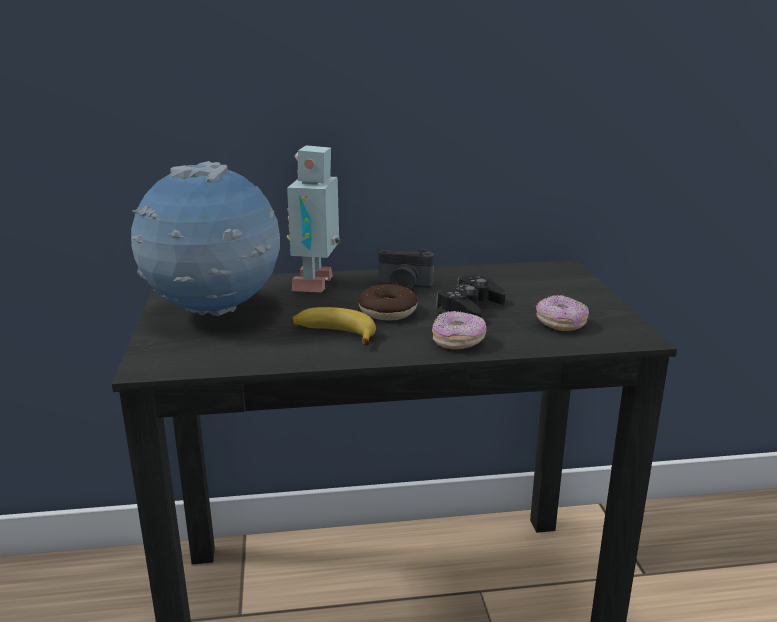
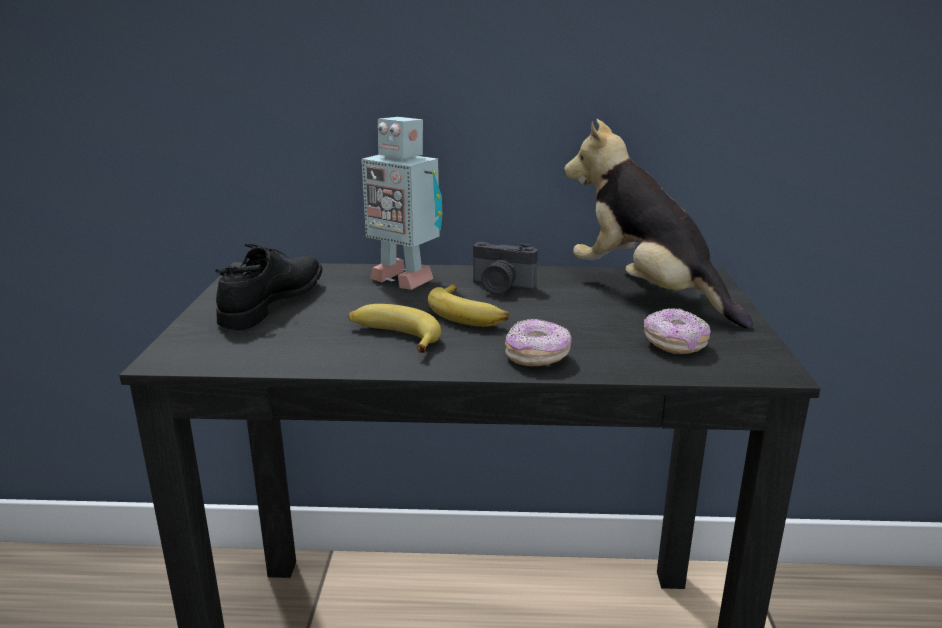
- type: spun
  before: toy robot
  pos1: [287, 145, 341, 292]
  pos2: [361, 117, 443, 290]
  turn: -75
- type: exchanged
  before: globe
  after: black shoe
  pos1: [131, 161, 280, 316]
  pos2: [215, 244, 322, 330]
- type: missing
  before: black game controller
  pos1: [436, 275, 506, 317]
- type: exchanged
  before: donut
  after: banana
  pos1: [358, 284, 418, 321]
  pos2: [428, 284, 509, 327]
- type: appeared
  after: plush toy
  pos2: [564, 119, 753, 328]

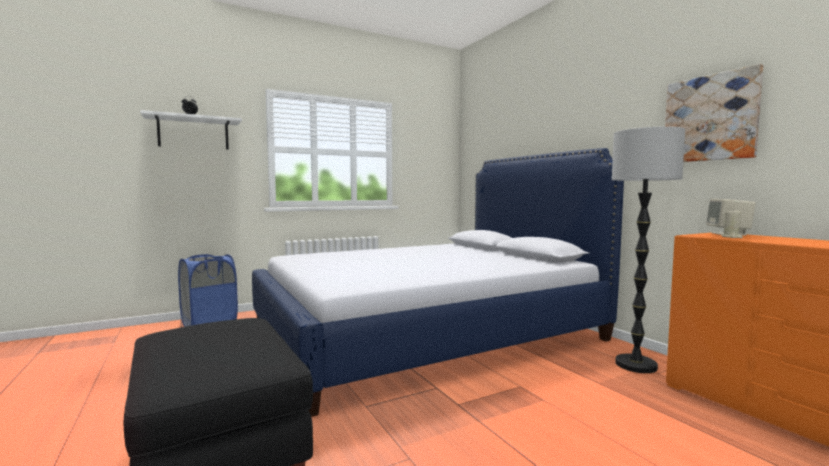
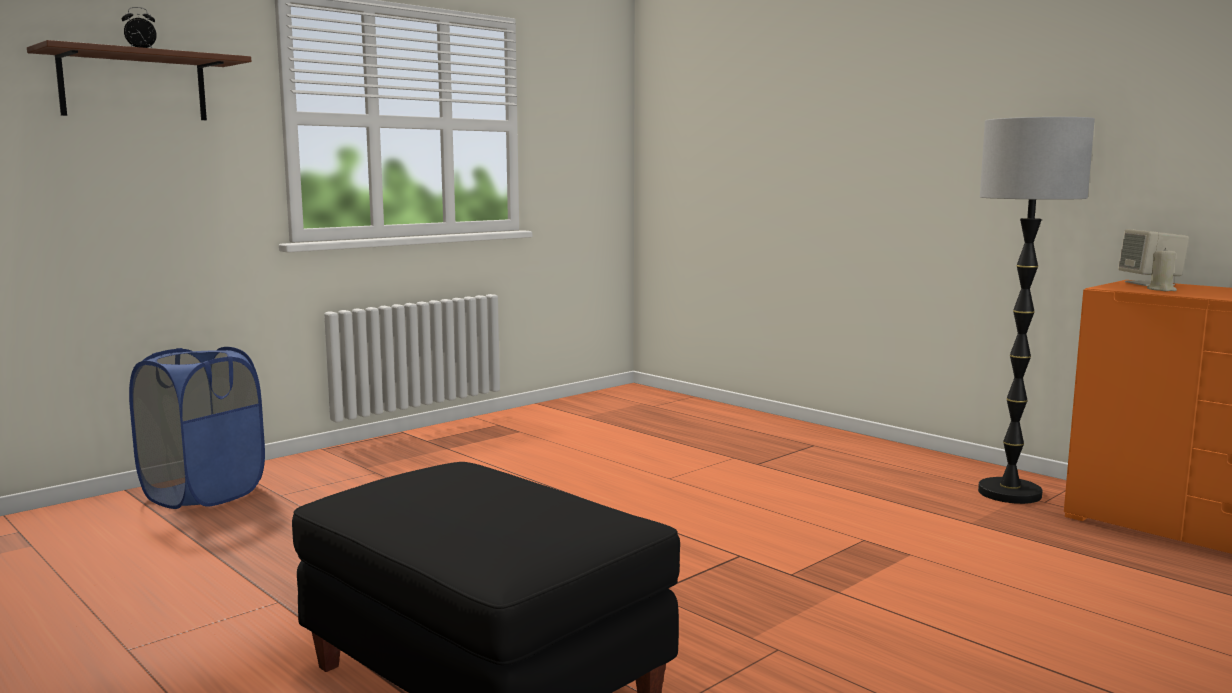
- type: missing
  before: picture
  pos1: [665, 64, 763, 162]
- type: colour
  before: white shelf
  after: brown shelf
  pos1: [140, 110, 242, 150]
  pos2: [27, 40, 251, 120]
- type: missing
  before: bed
  pos1: [252, 148, 624, 417]

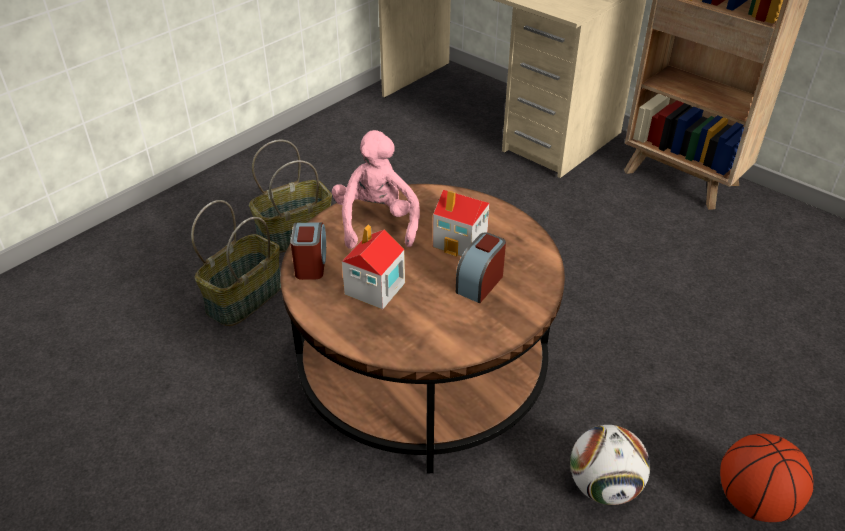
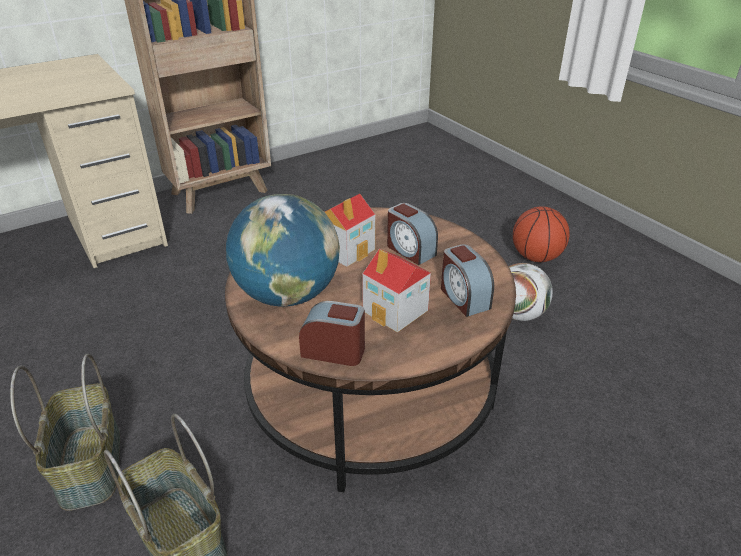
- type: exchanged
  before: pink plush toy
  after: globe
  pos1: [332, 130, 420, 249]
  pos2: [226, 194, 340, 307]
- type: appeared
  after: alarm clock
  pos2: [441, 244, 494, 317]

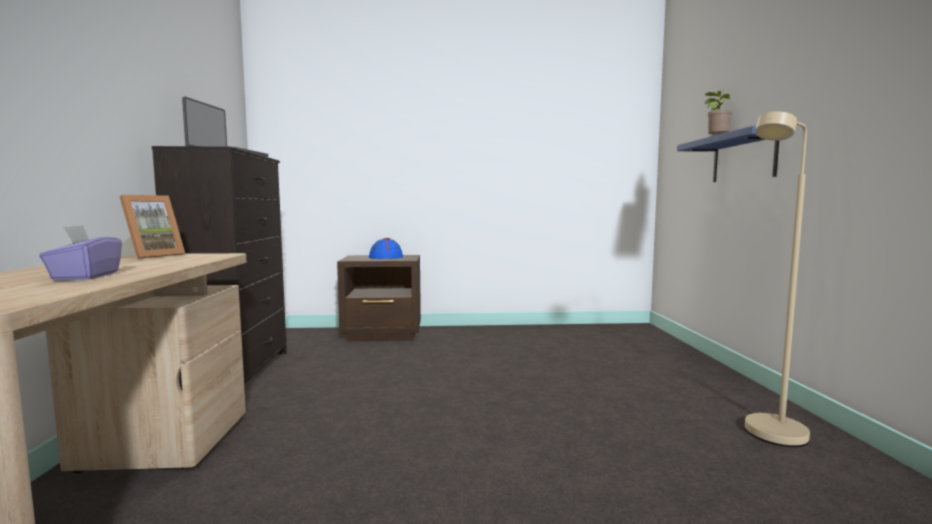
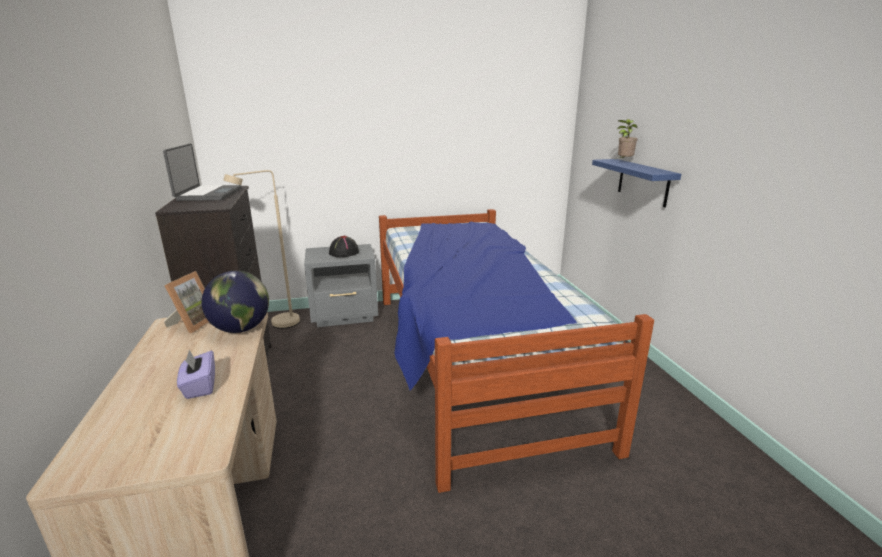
- type: relocated
  before: beige floor lamp
  pos1: [745, 111, 810, 447]
  pos2: [223, 170, 300, 329]
- type: colour
  before: blue hat
  after: black hat
  pos1: [369, 238, 403, 259]
  pos2: [329, 236, 359, 257]
- type: colour
  before: brown nightstand
  after: grey nightstand
  pos1: [337, 255, 421, 341]
  pos2: [304, 244, 378, 327]
- type: appeared
  after: bed
  pos2: [379, 209, 654, 493]
- type: appeared
  after: globe
  pos2: [201, 271, 269, 333]

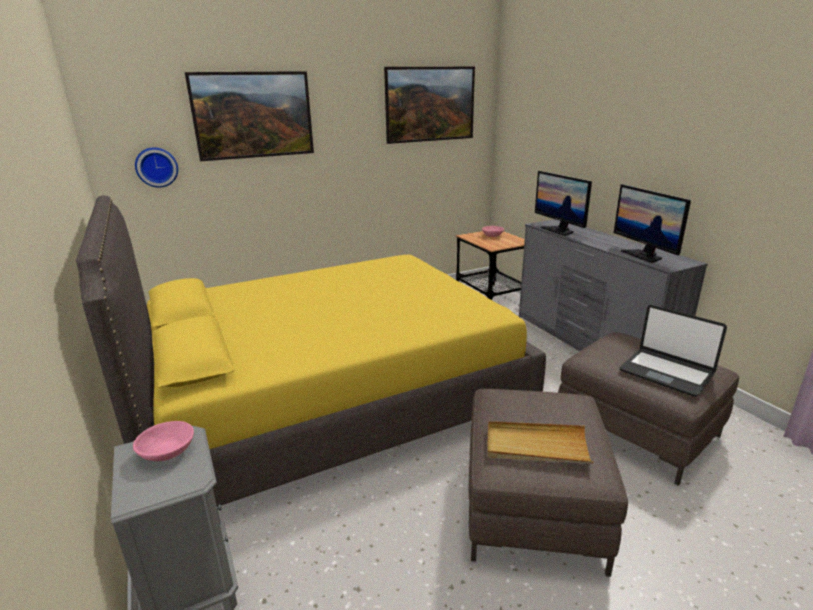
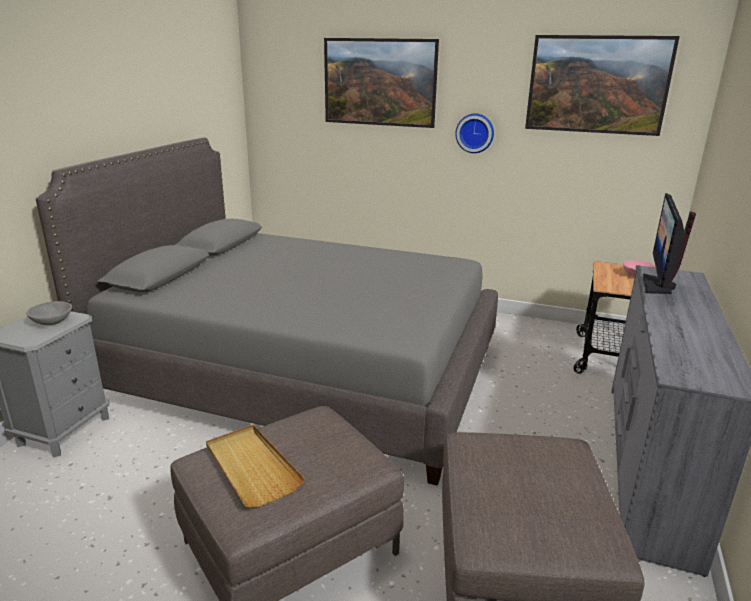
- type: relocated
  before: wall clock
  pos1: [135, 147, 178, 188]
  pos2: [456, 113, 494, 153]
- type: missing
  before: monitor
  pos1: [614, 184, 691, 263]
- type: colour
  before: yellow bed
  after: grey bed
  pos1: [76, 195, 546, 507]
  pos2: [36, 137, 498, 486]
- type: missing
  before: laptop
  pos1: [620, 305, 727, 397]
- type: colour
  before: pink bowl
  after: grey bowl
  pos1: [133, 421, 194, 461]
  pos2: [27, 301, 72, 325]

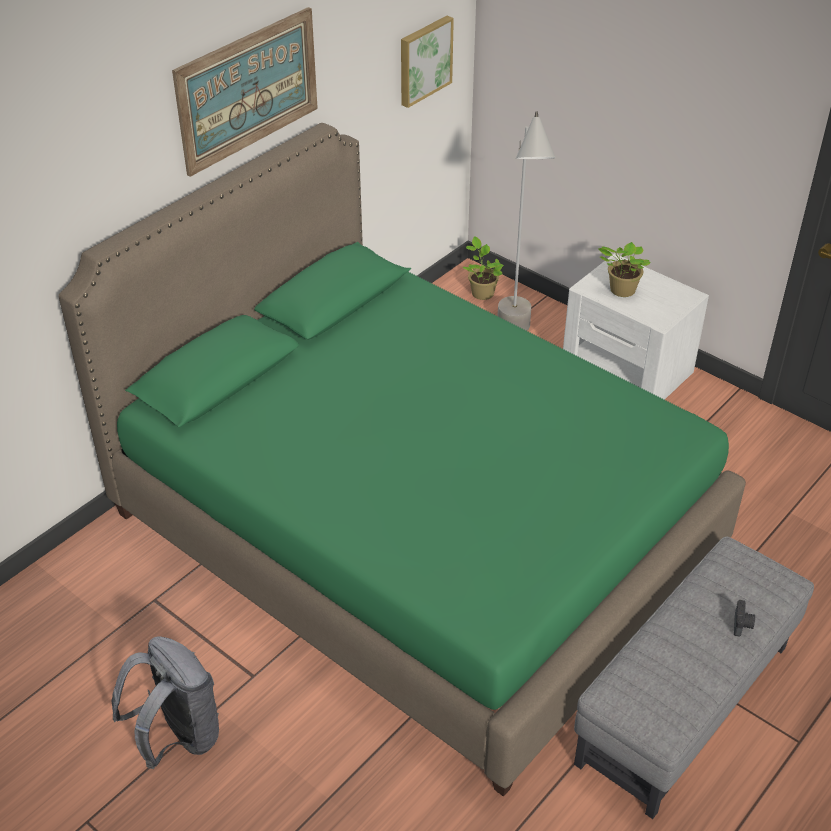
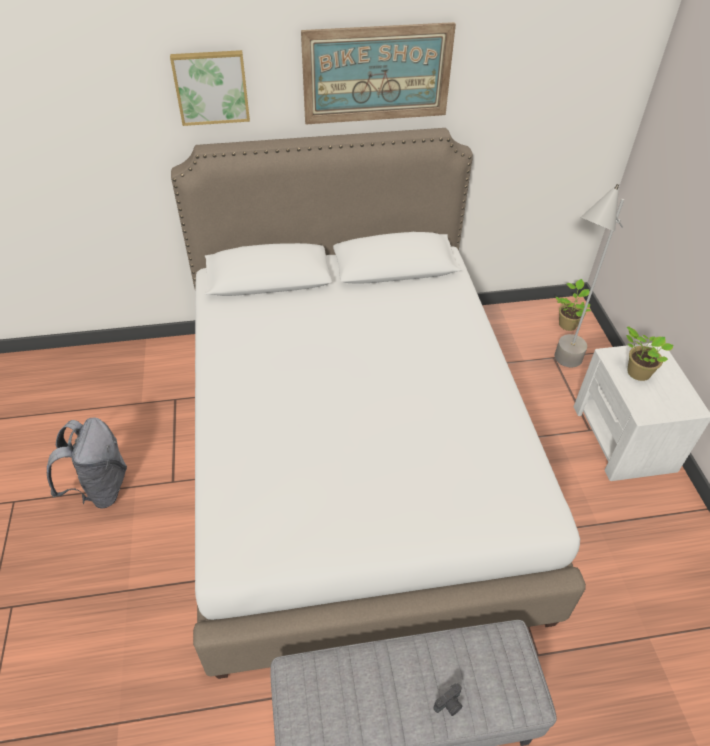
- type: relocated
  before: picture
  pos1: [401, 16, 454, 108]
  pos2: [170, 50, 250, 126]
- type: colour
  before: green bed
  after: white bed
  pos1: [59, 123, 746, 797]
  pos2: [171, 128, 586, 679]

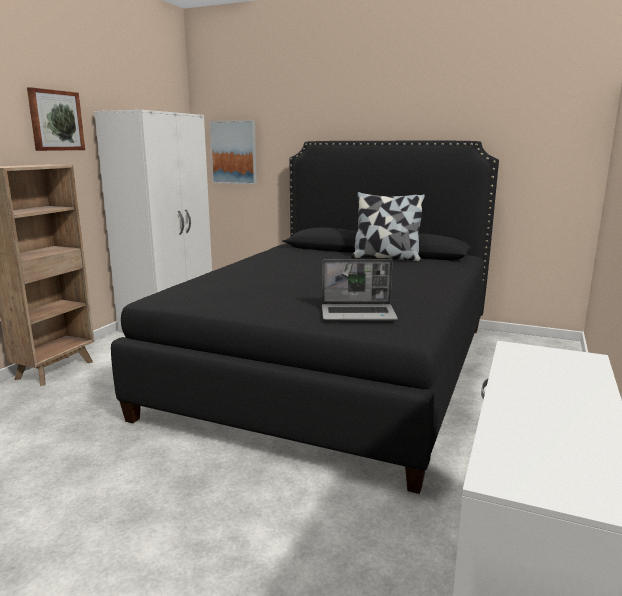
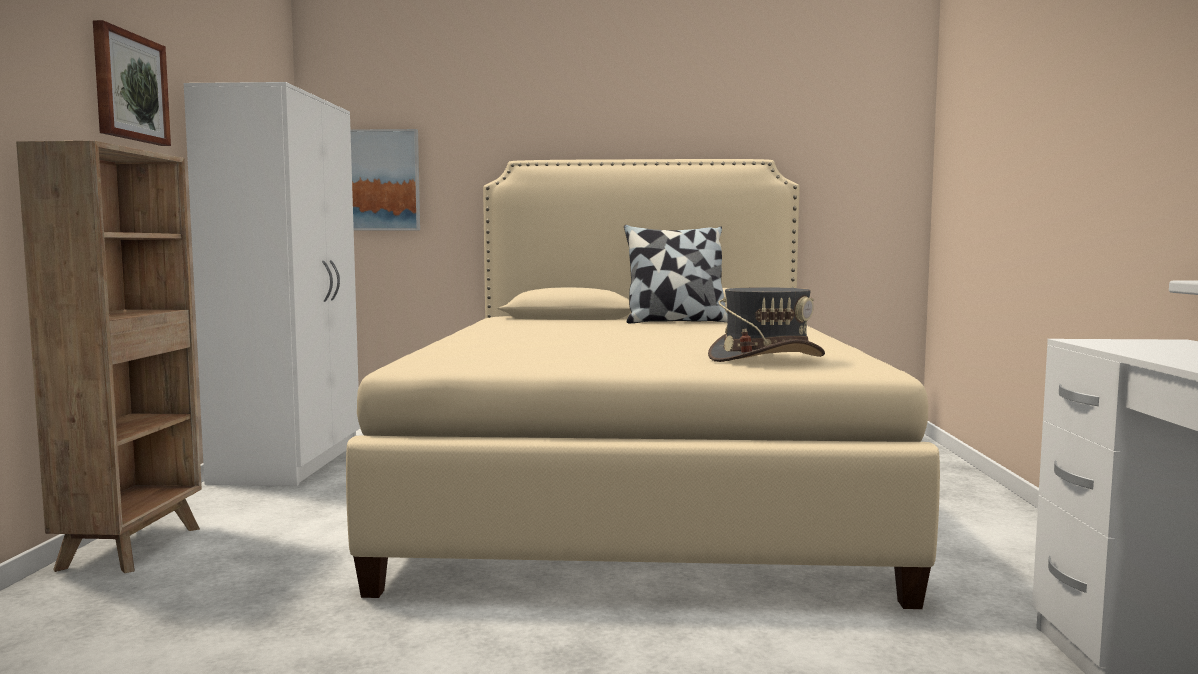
- type: colour
  before: black bed
  after: beige bed
  pos1: [111, 141, 499, 494]
  pos2: [346, 159, 940, 609]
- type: exchanged
  before: laptop
  after: grey hat
  pos1: [322, 259, 398, 321]
  pos2: [708, 287, 825, 362]

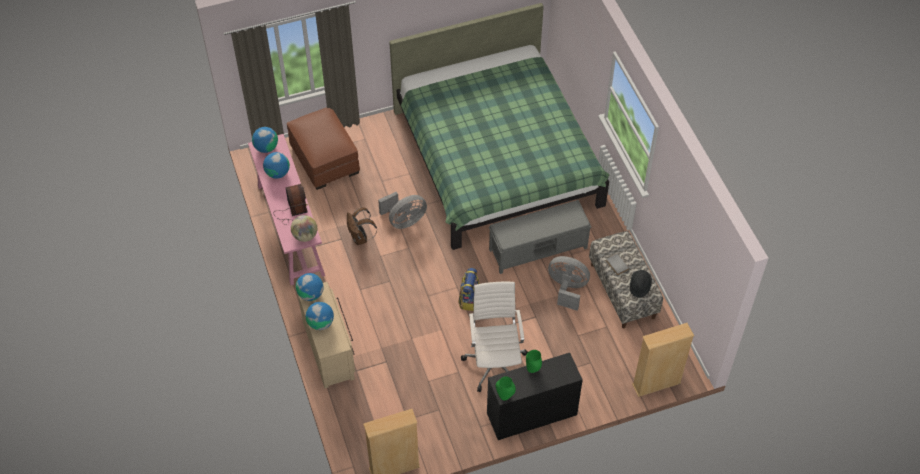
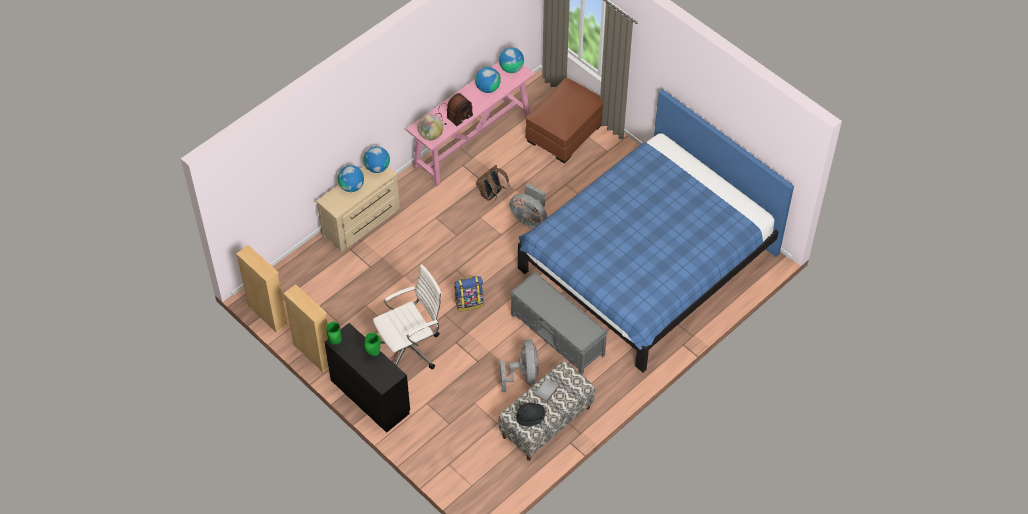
- type: colour
  before: green bed
  after: blue bed
  pos1: [389, 3, 610, 250]
  pos2: [518, 89, 794, 373]
- type: relocated
  before: beige bookcase
  pos1: [632, 323, 694, 397]
  pos2: [283, 284, 329, 373]

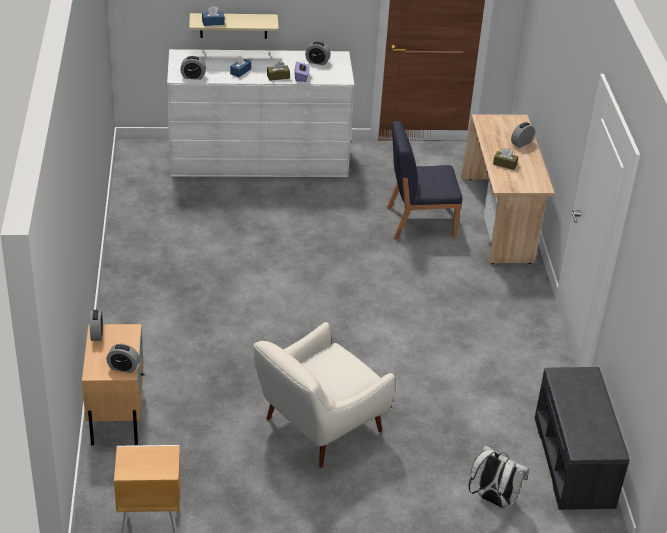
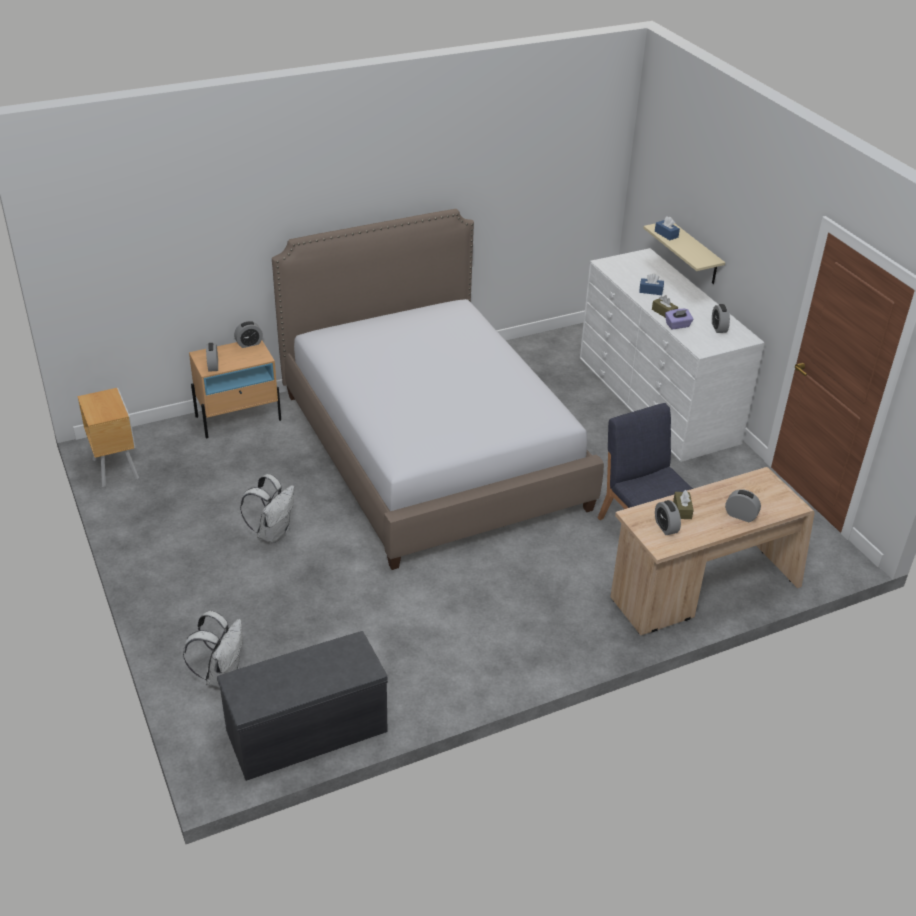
- type: relocated
  before: alarm clock
  pos1: [180, 56, 206, 80]
  pos2: [655, 500, 681, 535]
- type: exchanged
  before: white armchair
  after: white backpack
  pos1: [254, 322, 395, 468]
  pos2: [240, 474, 294, 544]
- type: appeared
  after: bed
  pos2: [272, 209, 604, 570]

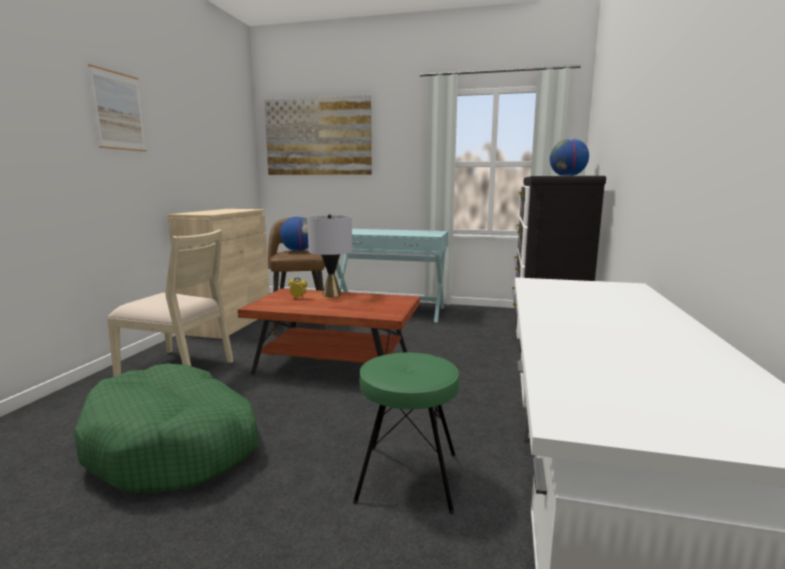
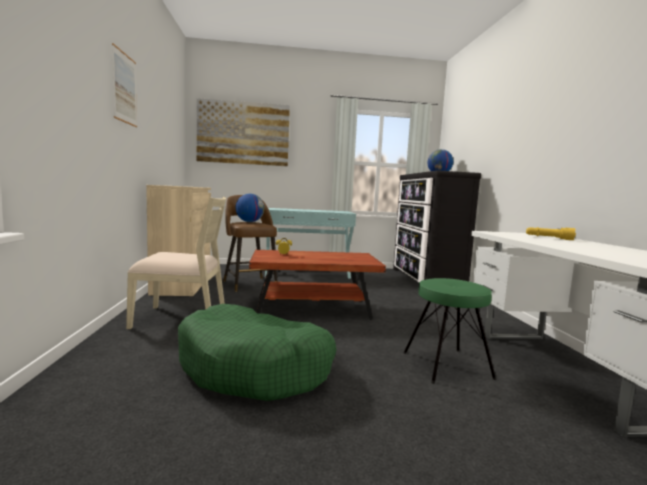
- type: missing
  before: grey table lamp
  pos1: [307, 214, 352, 297]
- type: appeared
  after: yellow flashlight
  pos2: [526, 227, 576, 240]

